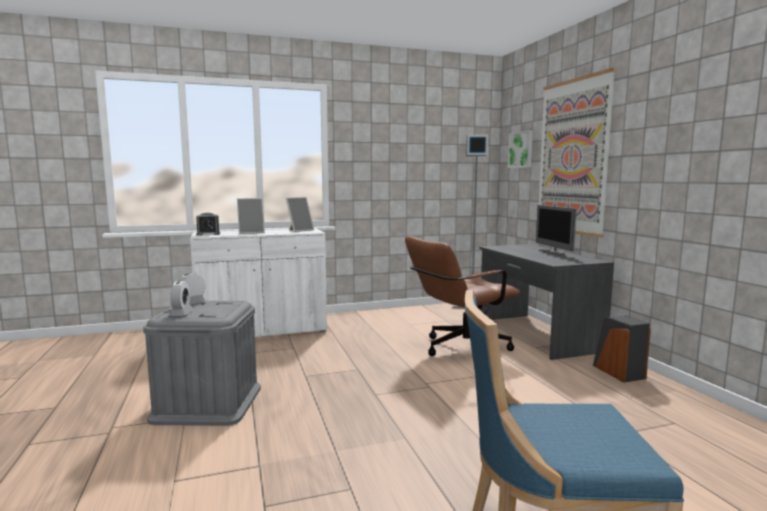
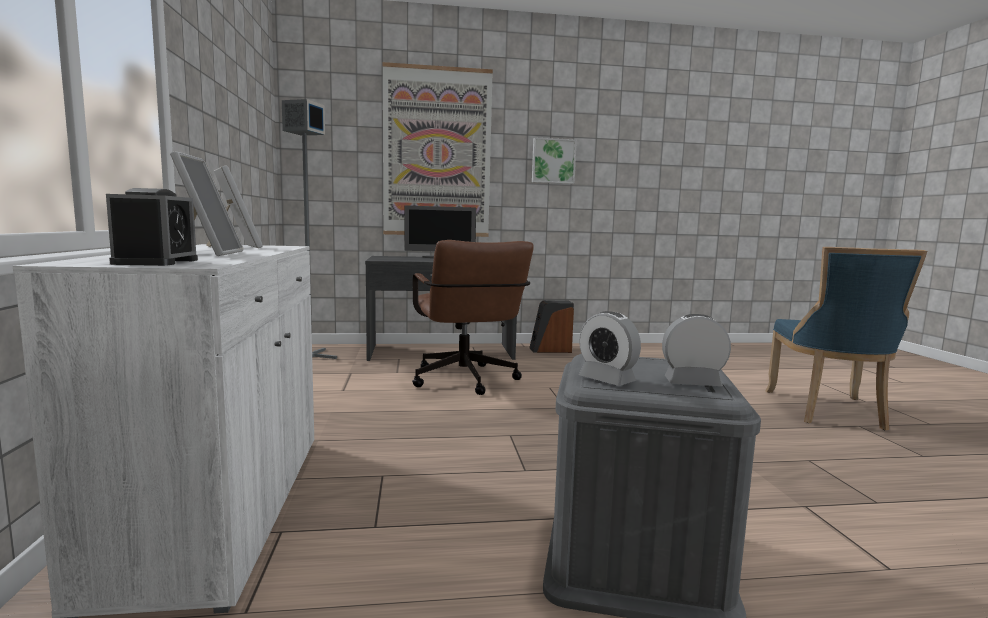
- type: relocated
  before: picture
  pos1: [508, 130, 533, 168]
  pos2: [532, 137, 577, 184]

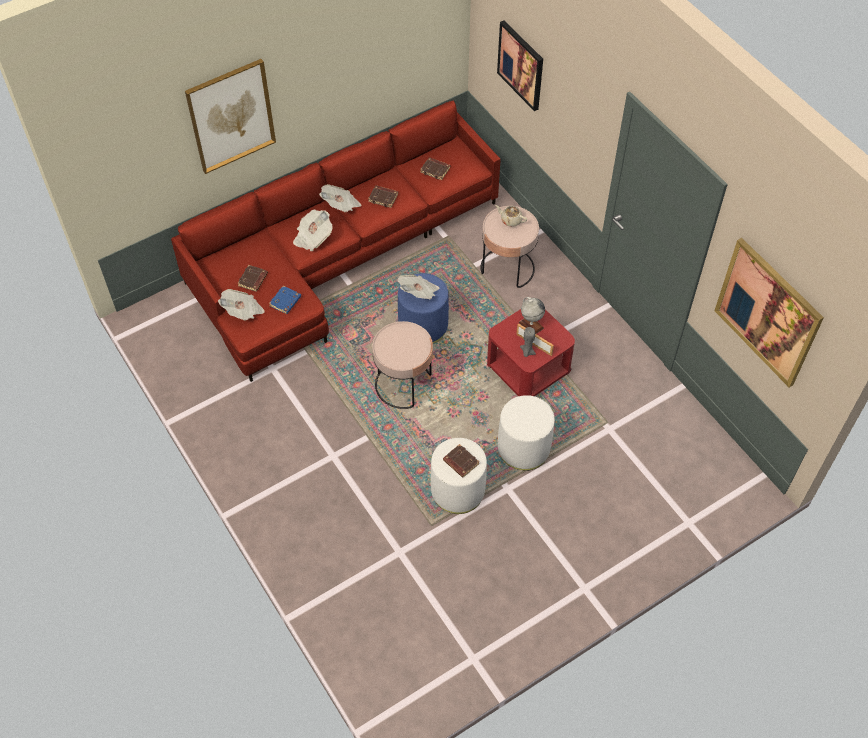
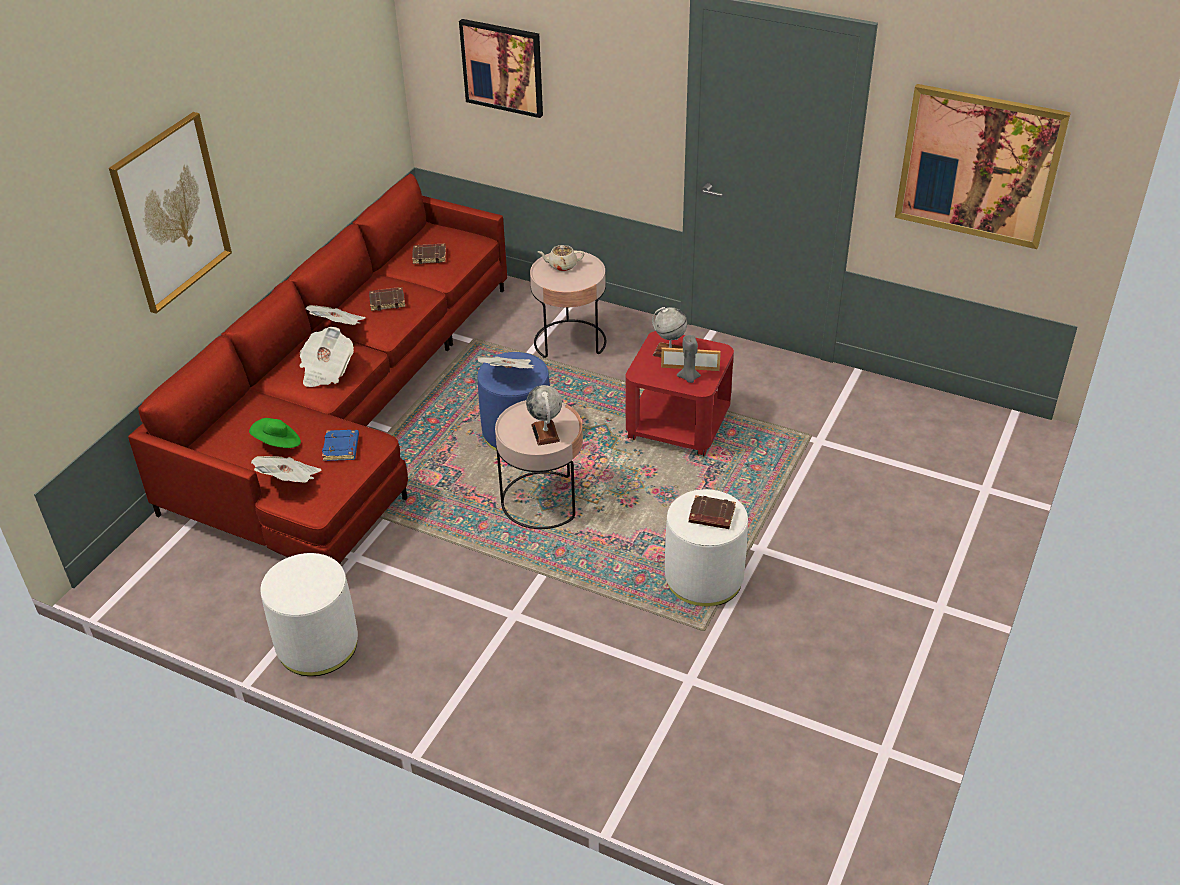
- type: exchanged
  before: brown book
  after: green hat
  pos1: [237, 265, 268, 292]
  pos2: [249, 418, 301, 448]
- type: relocated
  before: white ottoman
  pos1: [498, 395, 555, 471]
  pos2: [261, 553, 358, 676]
- type: appeared
  after: globe
  pos2: [526, 385, 562, 446]

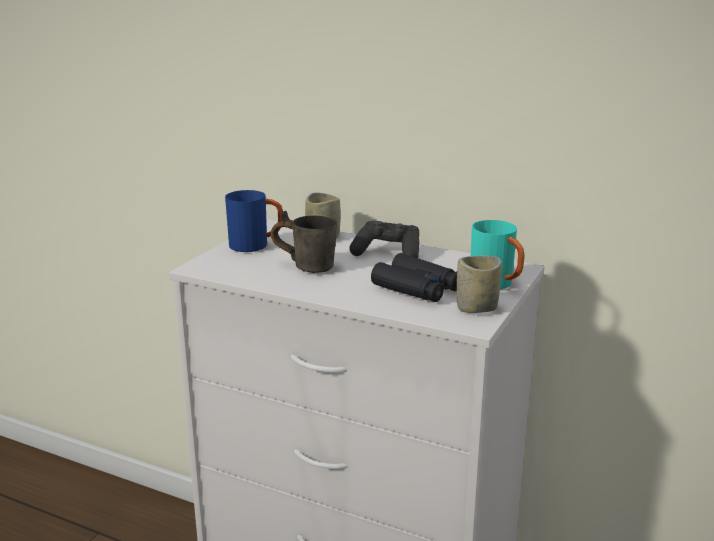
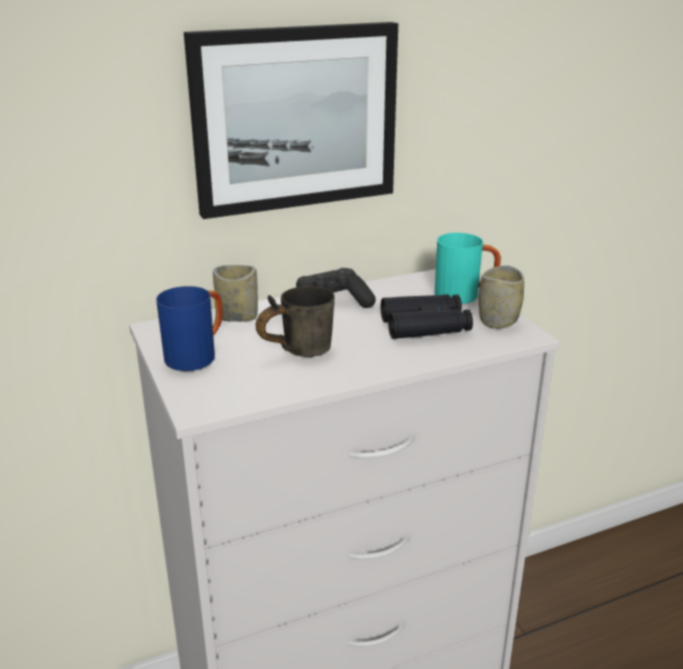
- type: appeared
  after: picture
  pos2: [184, 22, 398, 219]

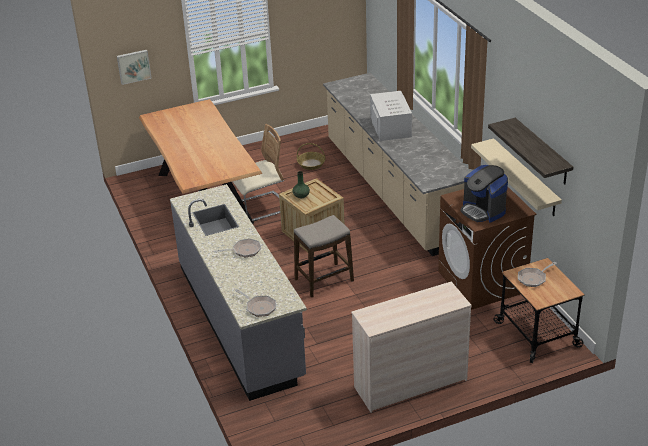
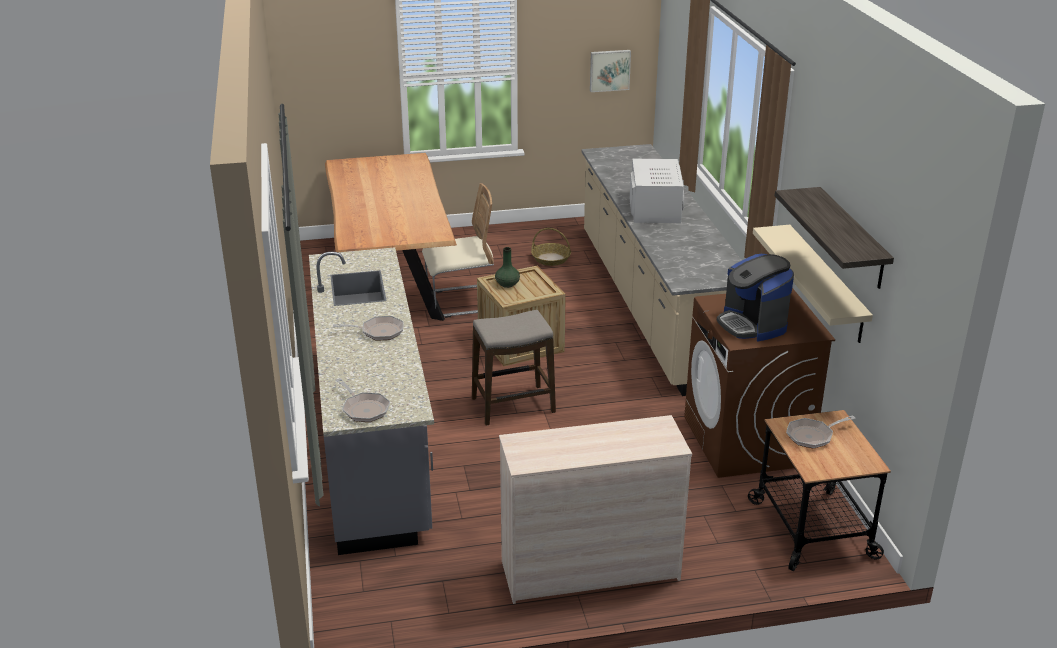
- type: relocated
  before: picture
  pos1: [117, 50, 151, 85]
  pos2: [590, 50, 631, 92]

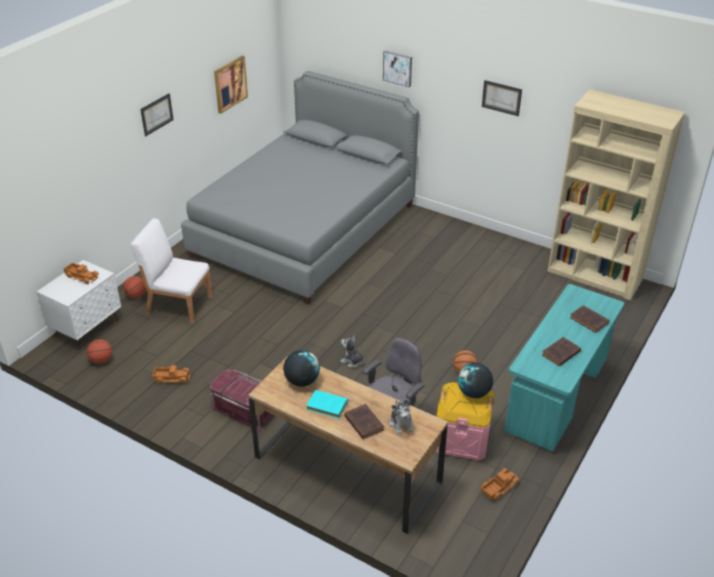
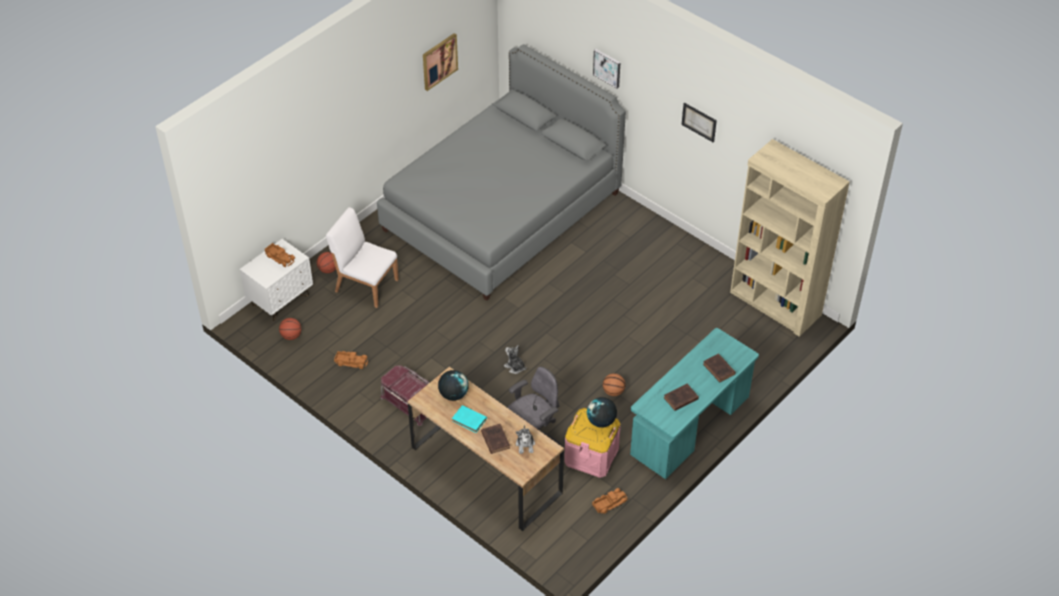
- type: missing
  before: picture
  pos1: [140, 93, 174, 136]

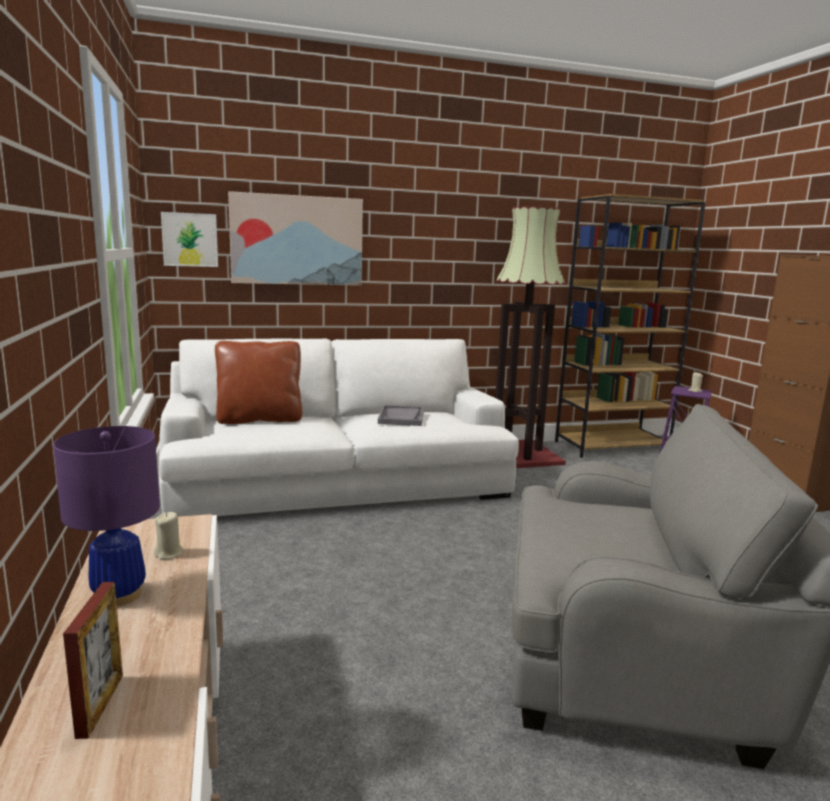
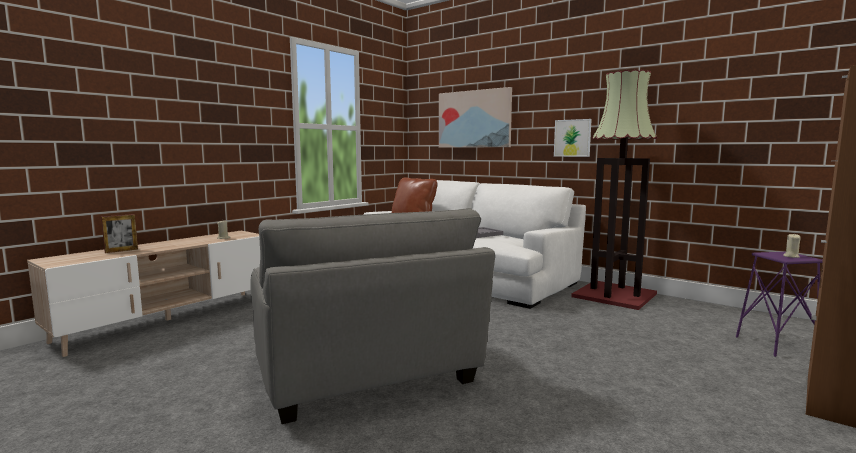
- type: missing
  before: brown bookcase
  pos1: [555, 194, 706, 458]
- type: relocated
  before: picture
  pos1: [161, 212, 218, 267]
  pos2: [554, 119, 592, 157]
- type: missing
  before: purple table lamp
  pos1: [53, 426, 160, 606]

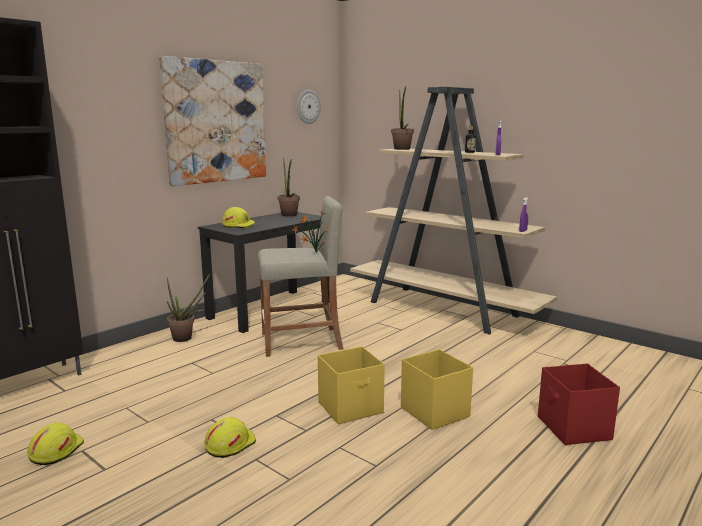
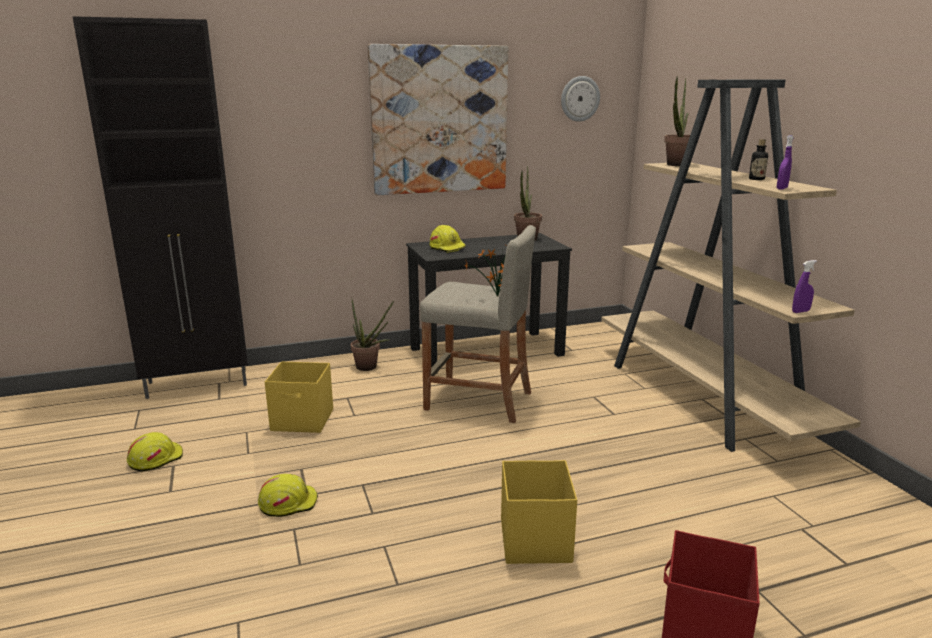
- type: relocated
  before: yellow storage box
  pos1: [318, 346, 385, 424]
  pos2: [265, 361, 333, 433]

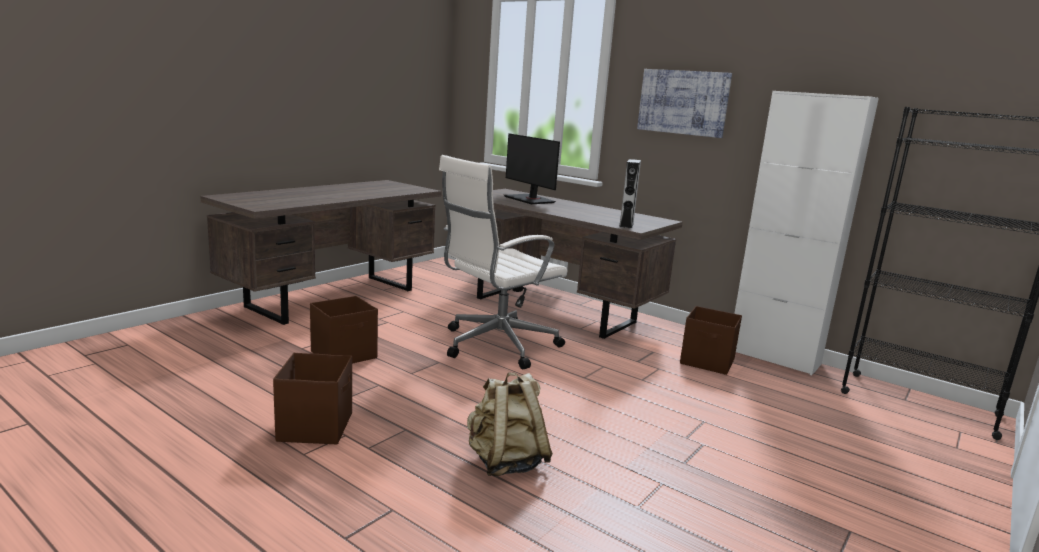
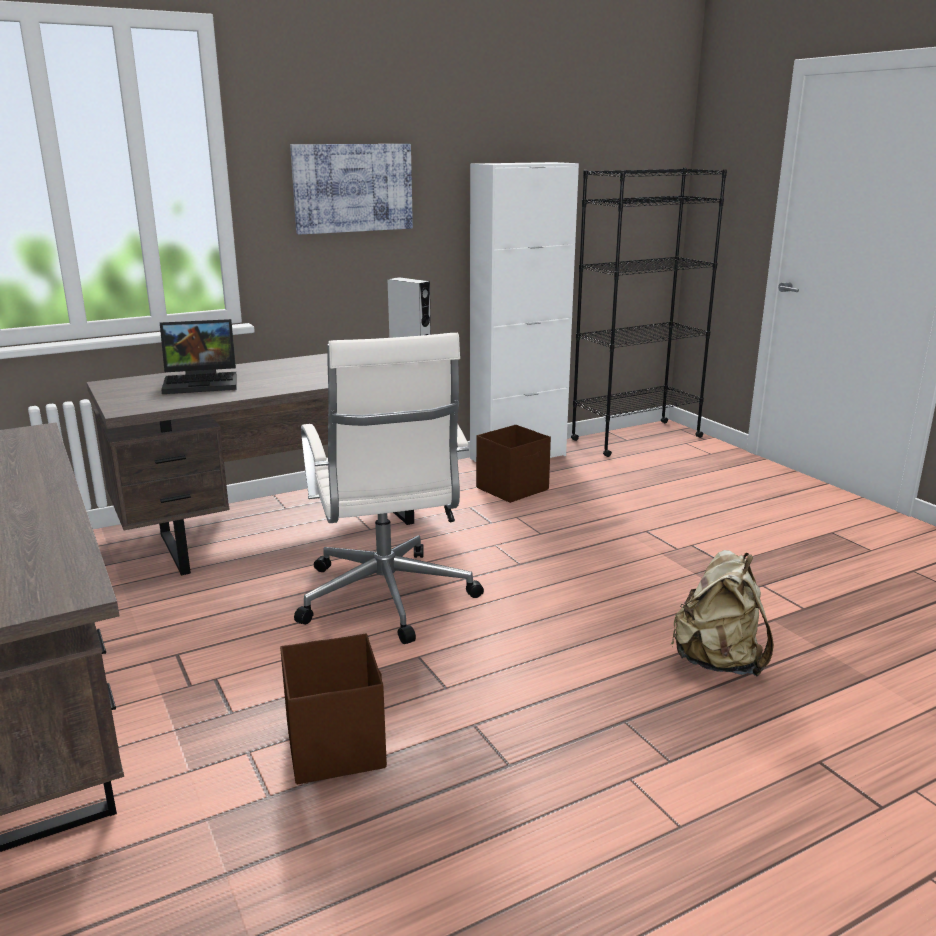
- type: exchanged
  before: monitor
  after: laptop
  pos1: [504, 133, 560, 204]
  pos2: [160, 319, 237, 394]
- type: missing
  before: brown storage box
  pos1: [273, 353, 352, 444]

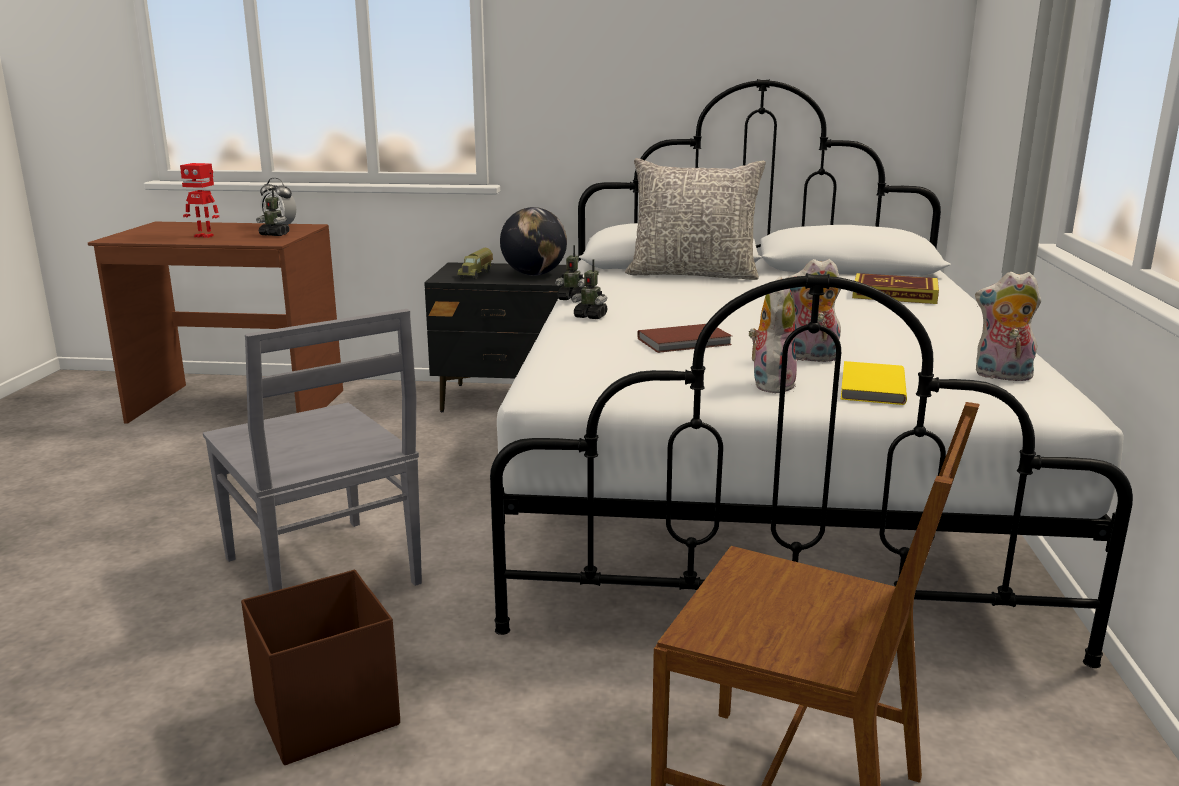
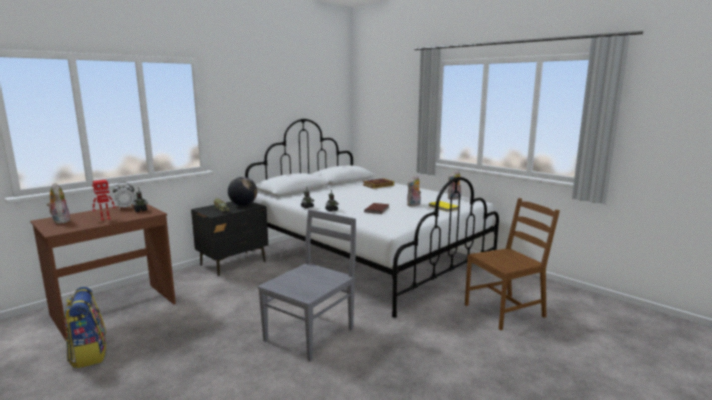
- type: missing
  before: grey pillow
  pos1: [625, 158, 766, 280]
- type: relocated
  before: plush toy
  pos1: [749, 277, 797, 393]
  pos2: [47, 183, 71, 224]
- type: spun
  before: grey chair
  pos1: [203, 309, 422, 592]
  pos2: [258, 209, 356, 361]
  turn: -60
- type: missing
  before: brown storage box
  pos1: [241, 570, 400, 765]
- type: appeared
  after: backpack
  pos2: [64, 287, 106, 368]

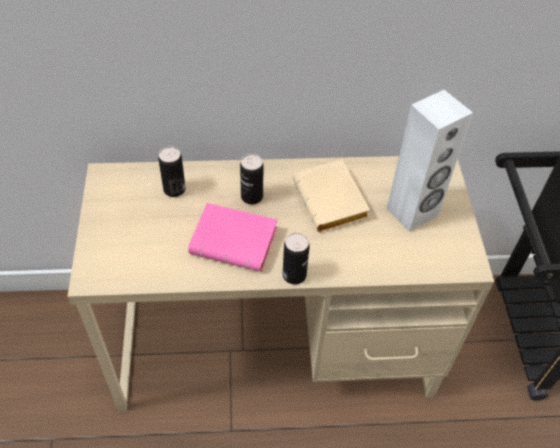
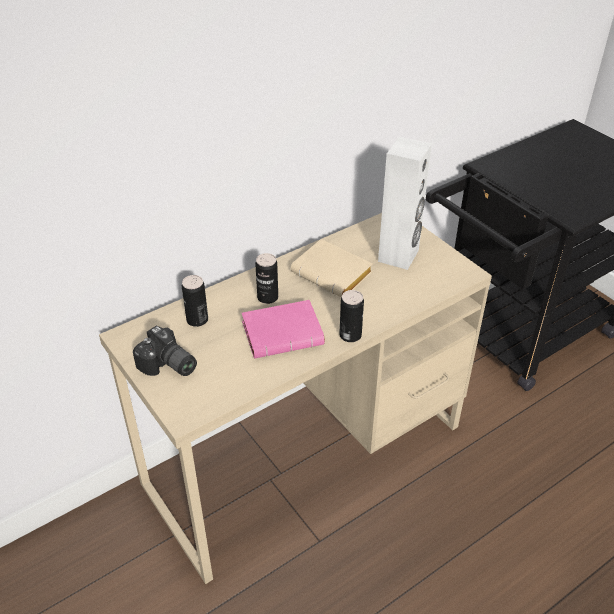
- type: appeared
  after: photo camera
  pos2: [133, 325, 197, 376]

